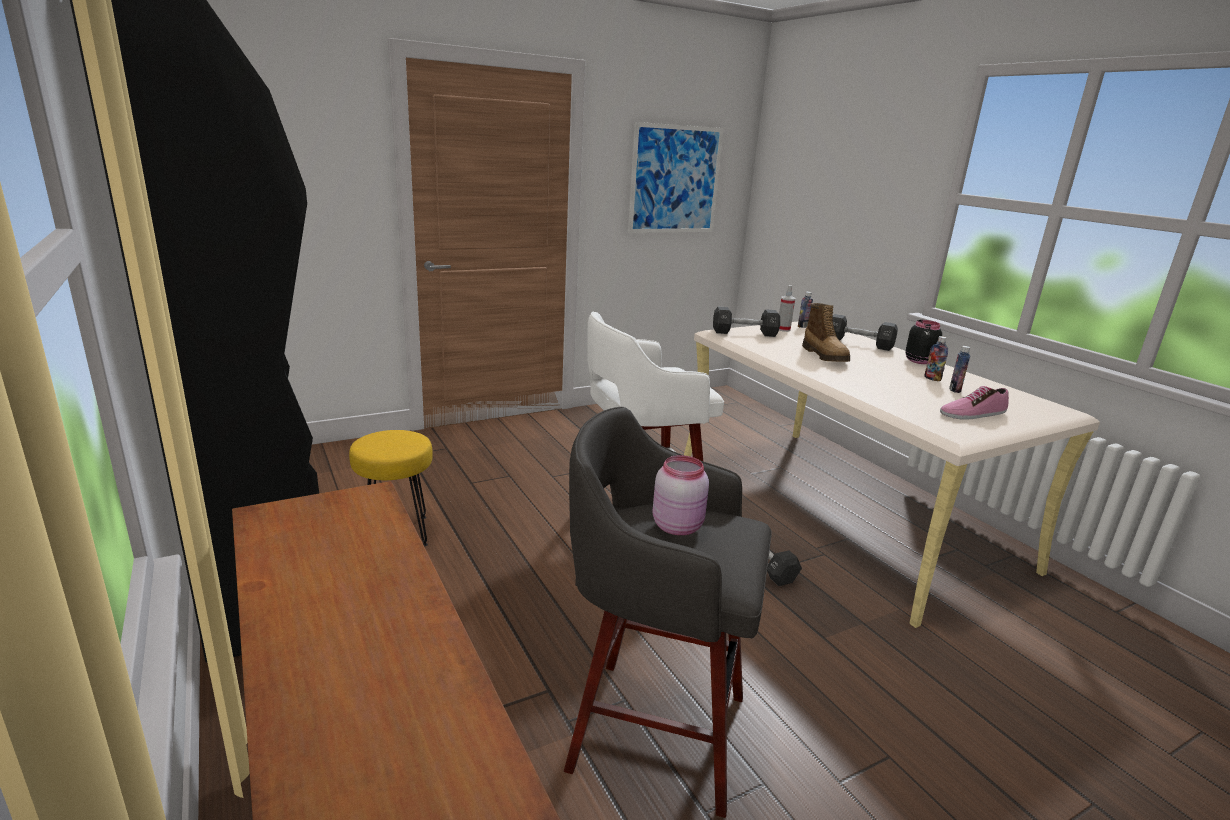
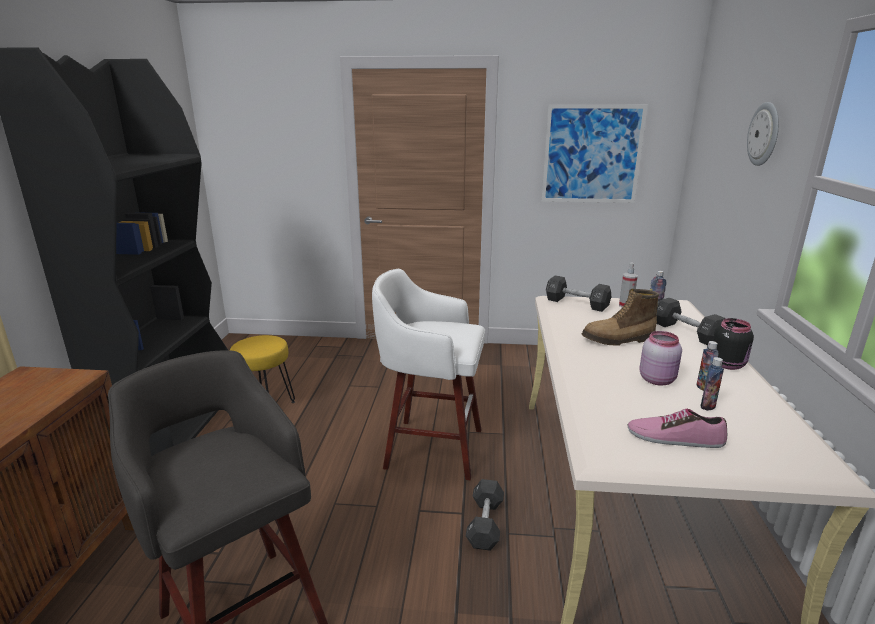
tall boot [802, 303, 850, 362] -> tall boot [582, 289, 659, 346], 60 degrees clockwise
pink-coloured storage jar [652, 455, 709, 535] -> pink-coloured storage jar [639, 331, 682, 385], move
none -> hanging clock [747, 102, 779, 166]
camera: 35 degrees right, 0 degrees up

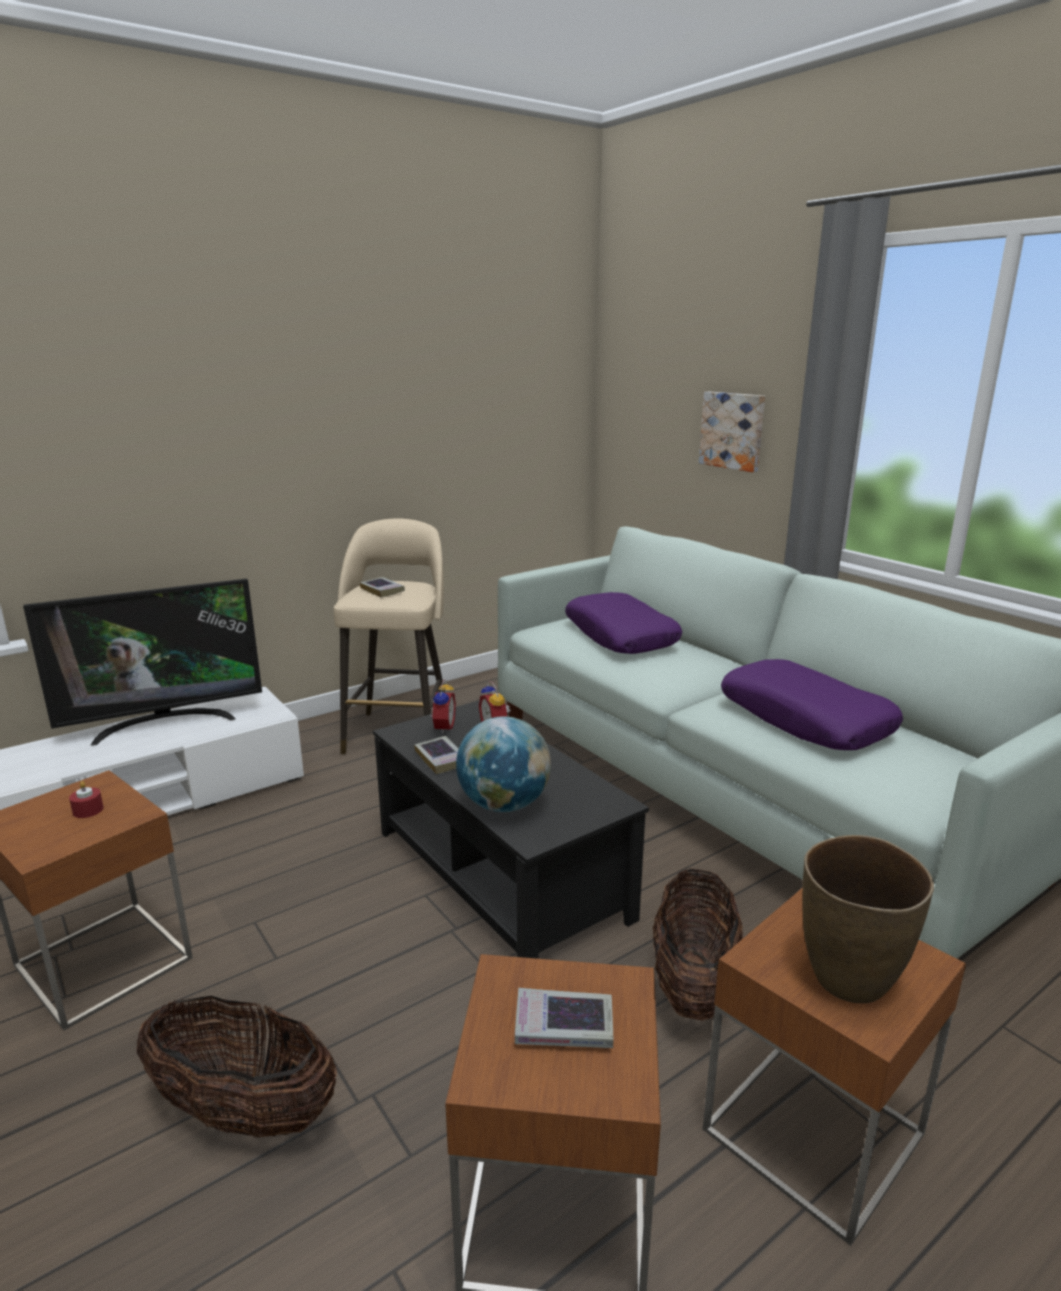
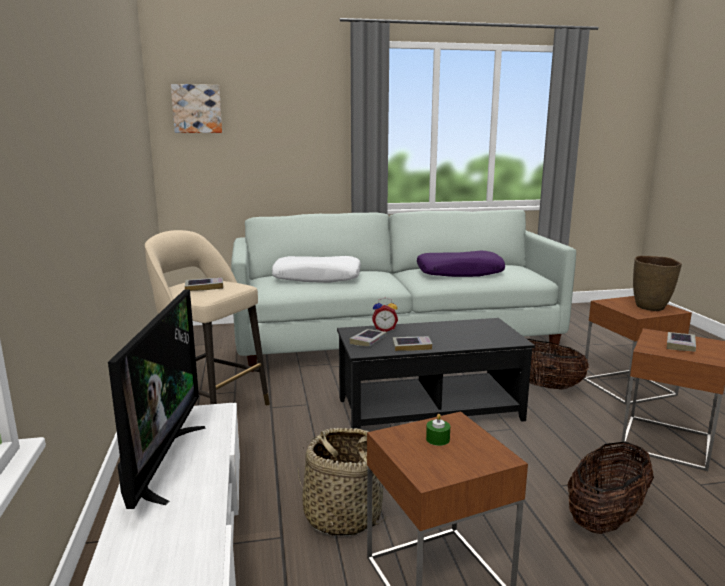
picture [699, 392, 765, 472] -> picture [171, 84, 222, 133], move
purple-coloured pillow [565, 592, 682, 654] -> whitish pillow [272, 256, 361, 283]
none -> basket [298, 428, 387, 536]
alarm clock [430, 679, 456, 734] -> bound book [349, 329, 387, 347]
reddish candle [69, 781, 104, 818] -> green-coloured candle [426, 414, 450, 446]
desk globe [456, 716, 551, 812] -> none
camera: 65 degrees left, 5 degrees down

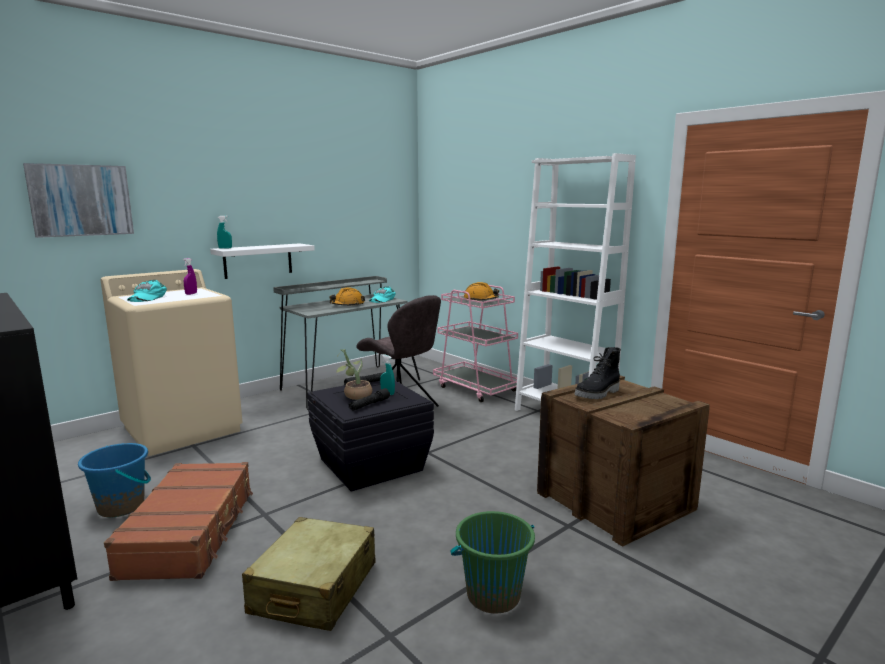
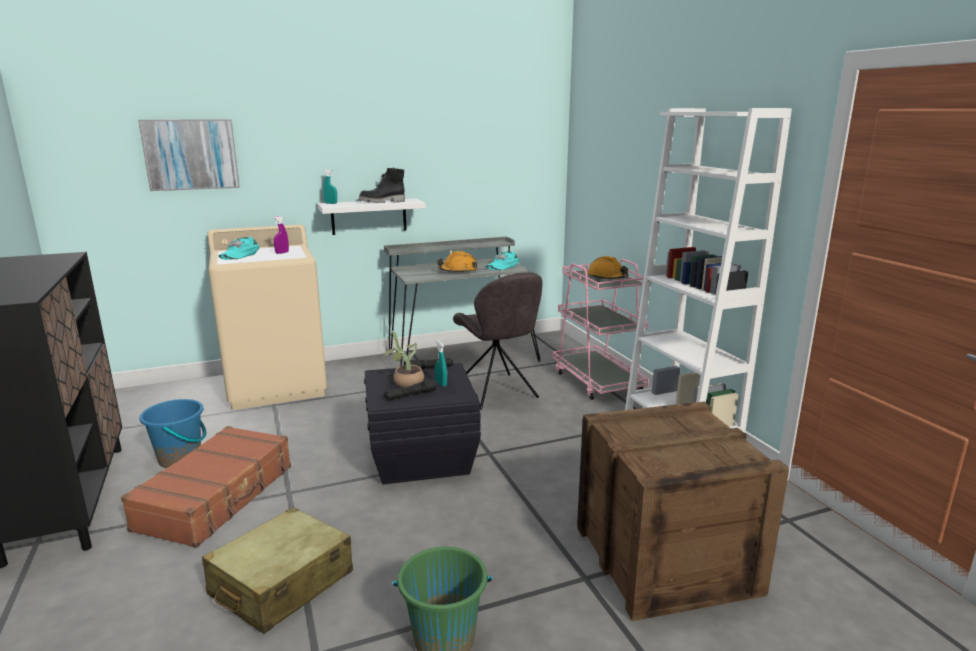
black tall boot [574, 347, 621, 399] -> black tall boot [359, 168, 405, 203], move
camera: 20 degrees right, 5 degrees up

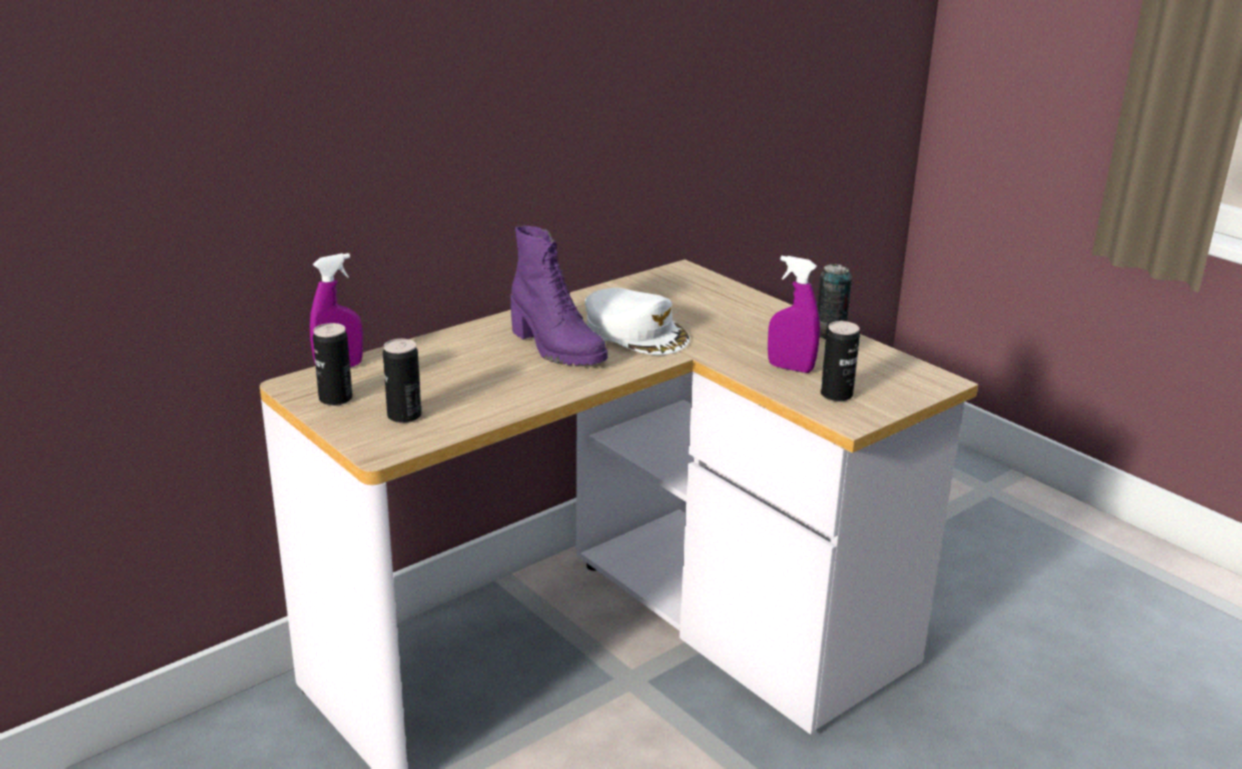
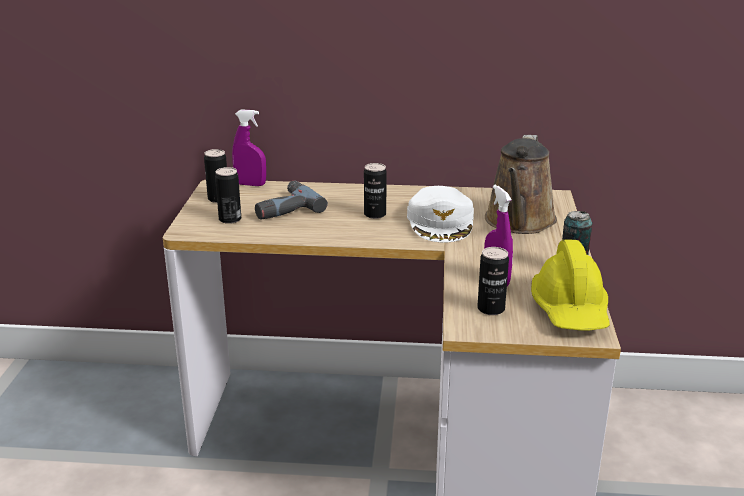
none -> electric drill [255, 181, 328, 220]
purple-coloured tall boot [511, 226, 608, 365] -> metal can [364, 163, 387, 219]
none -> brownish sprinkling can [485, 135, 557, 234]
none -> yellowish work helmet [531, 240, 610, 331]
camera: 45 degrees right, 0 degrees up

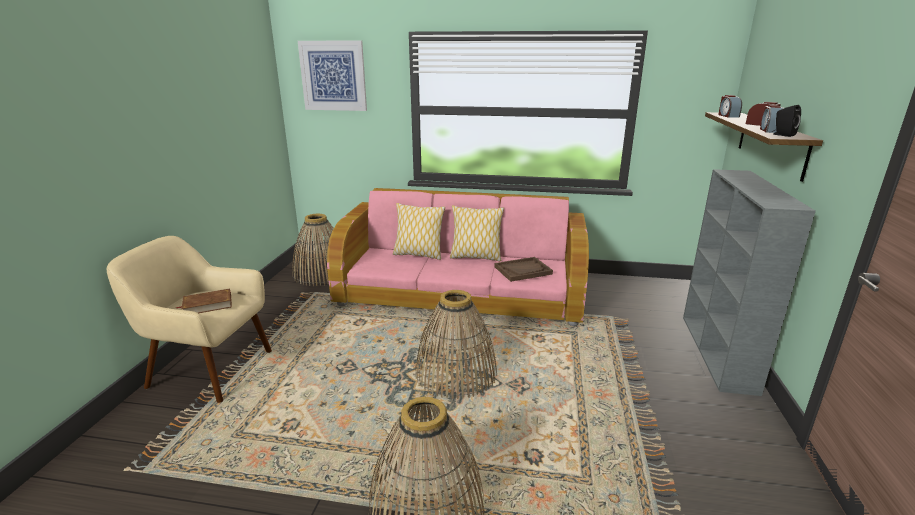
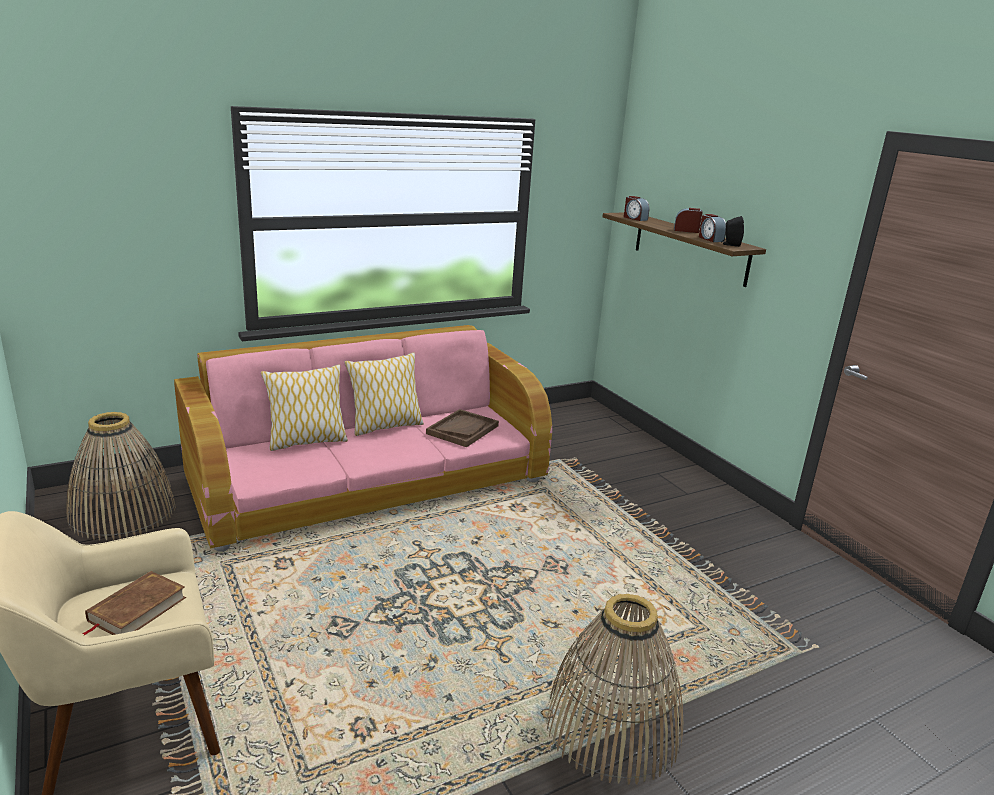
picture [298, 41, 367, 111] -> none
basket [415, 290, 497, 399] -> none
grey bookcase [683, 169, 816, 396] -> none
camera: 40 degrees left, 0 degrees up

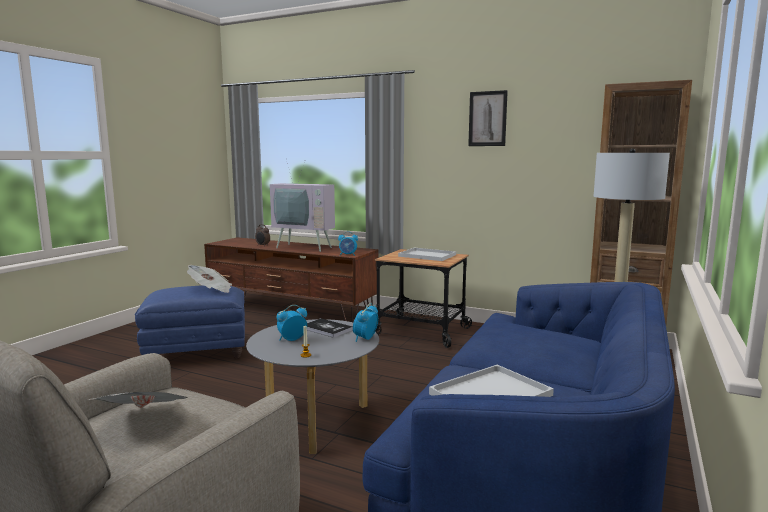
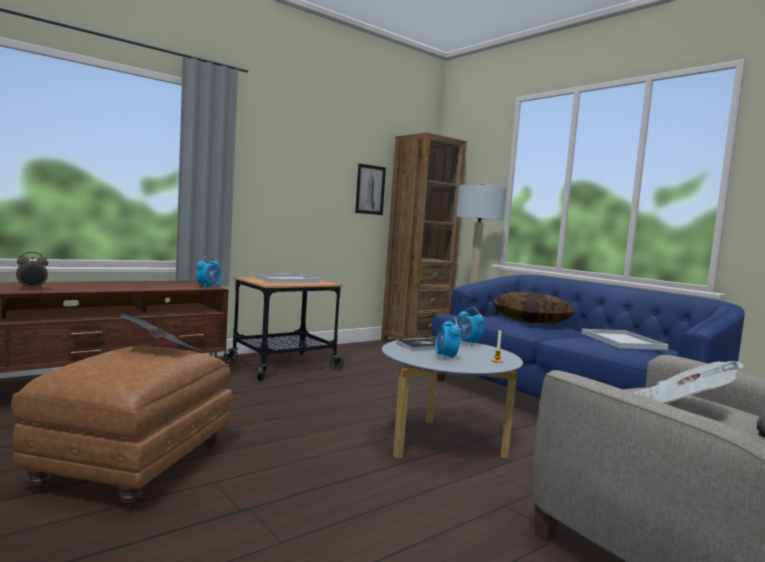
bluish ottoman [135, 285, 245, 358] -> brownish ottoman [11, 346, 233, 510]
picture [468, 90, 508, 146] -> picture [355, 163, 386, 215], move
none -> pillow [492, 292, 575, 323]
TV set [270, 161, 335, 252] -> none
camera: 65 degrees left, 5 degrees down

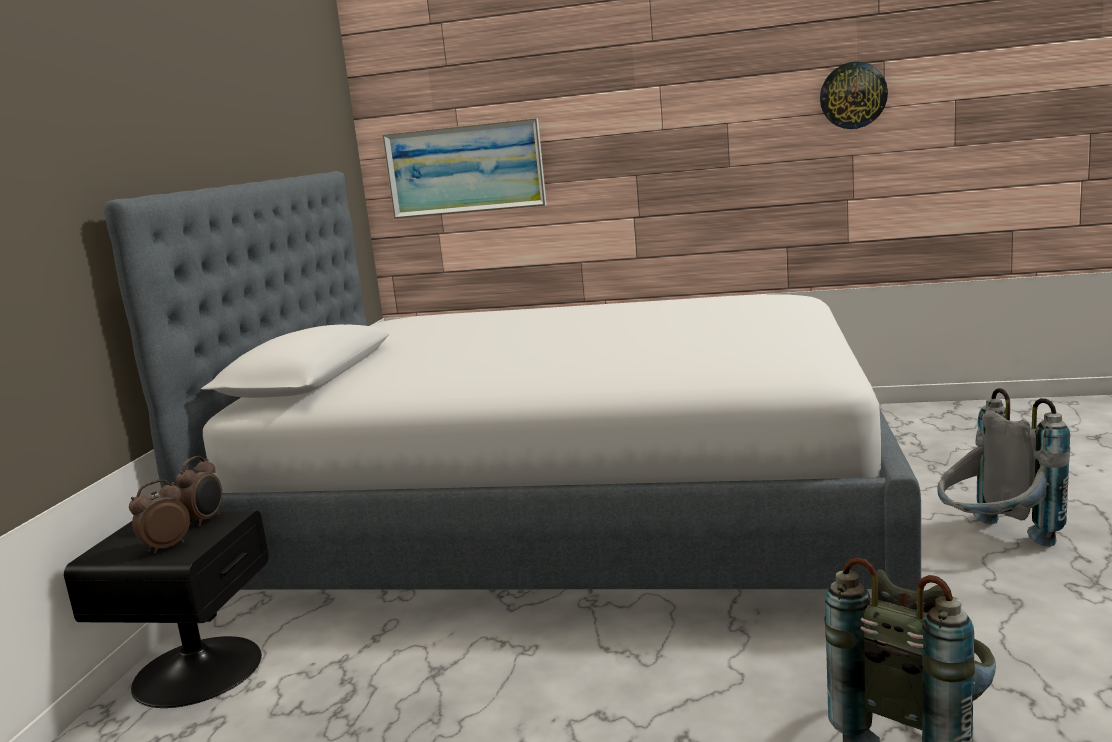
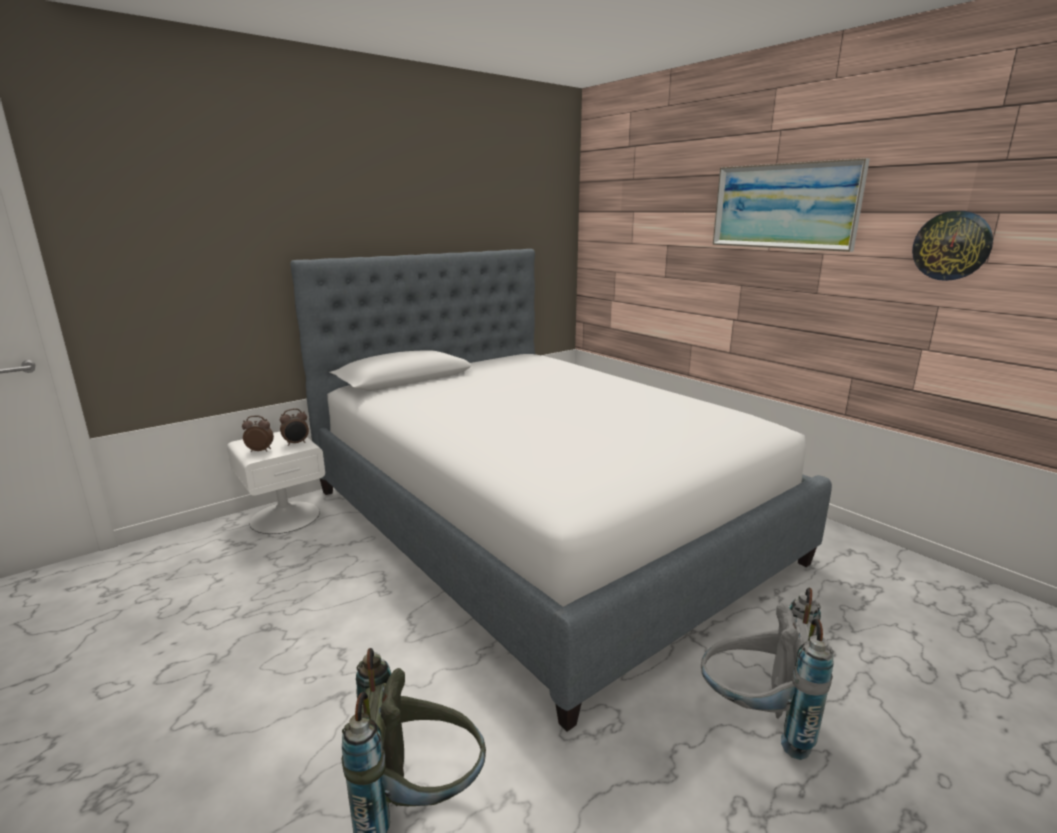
black nightstand [64, 511, 269, 708] -> whitish nightstand [227, 431, 325, 534]
picture [382, 118, 547, 219] -> picture [713, 158, 870, 252], move
camera: 40 degrees right, 5 degrees up

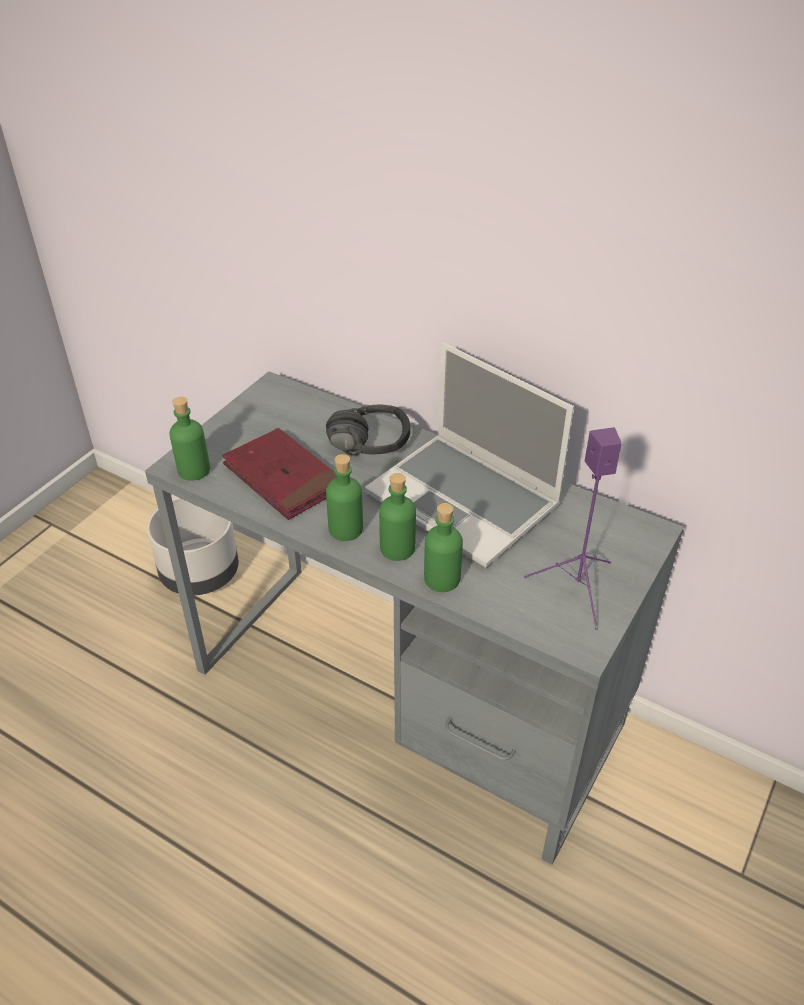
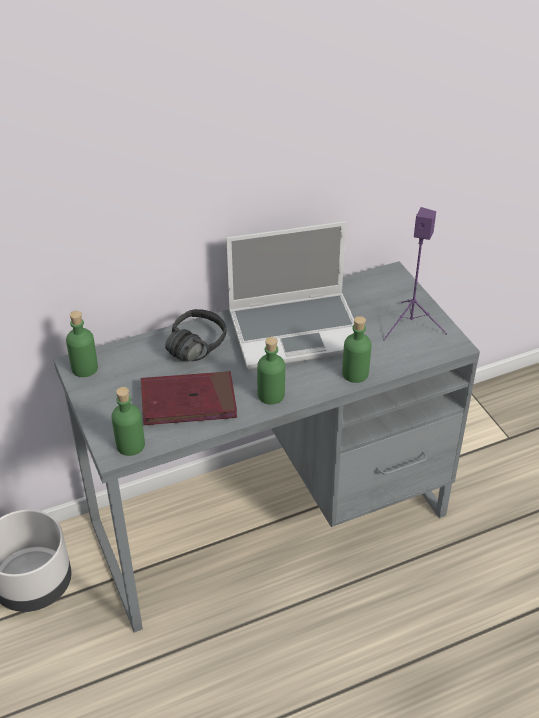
green-coloured drink bottle [379, 473, 416, 561] -> green-coloured drink bottle [66, 311, 98, 377], move
camera: 55 degrees left, 0 degrees up

